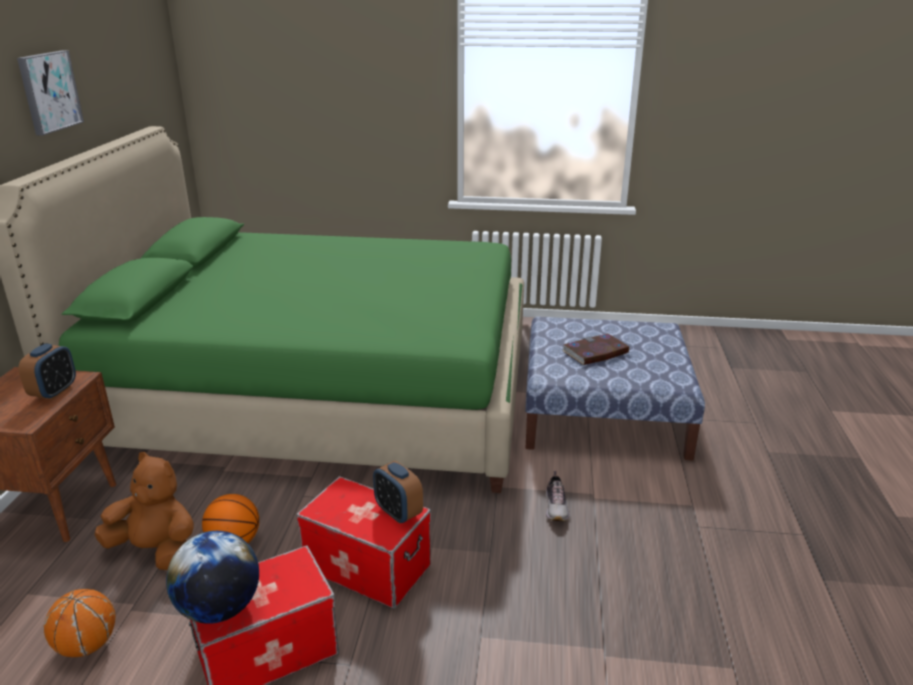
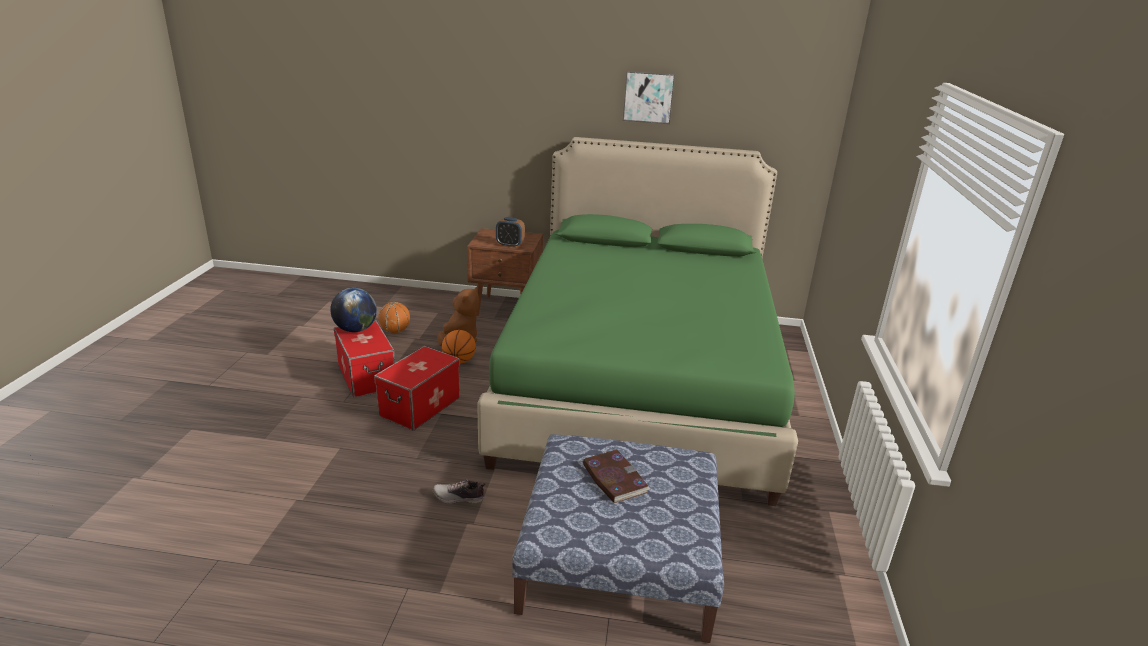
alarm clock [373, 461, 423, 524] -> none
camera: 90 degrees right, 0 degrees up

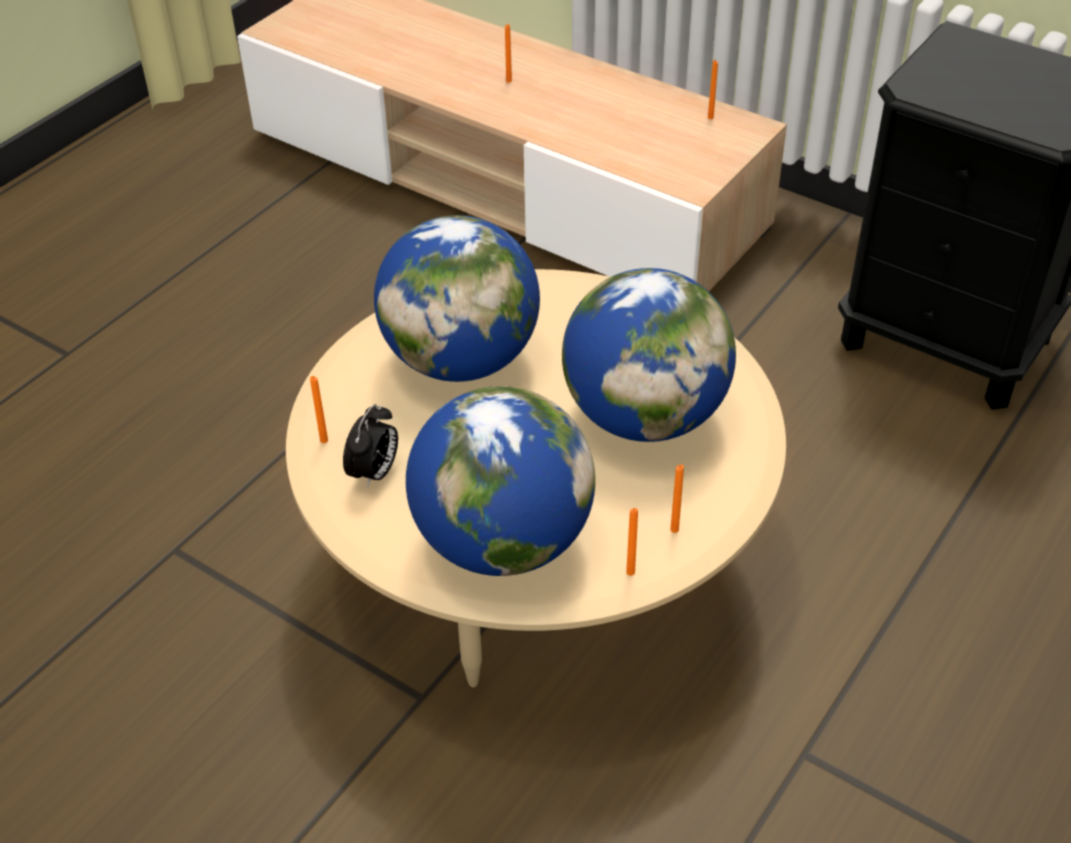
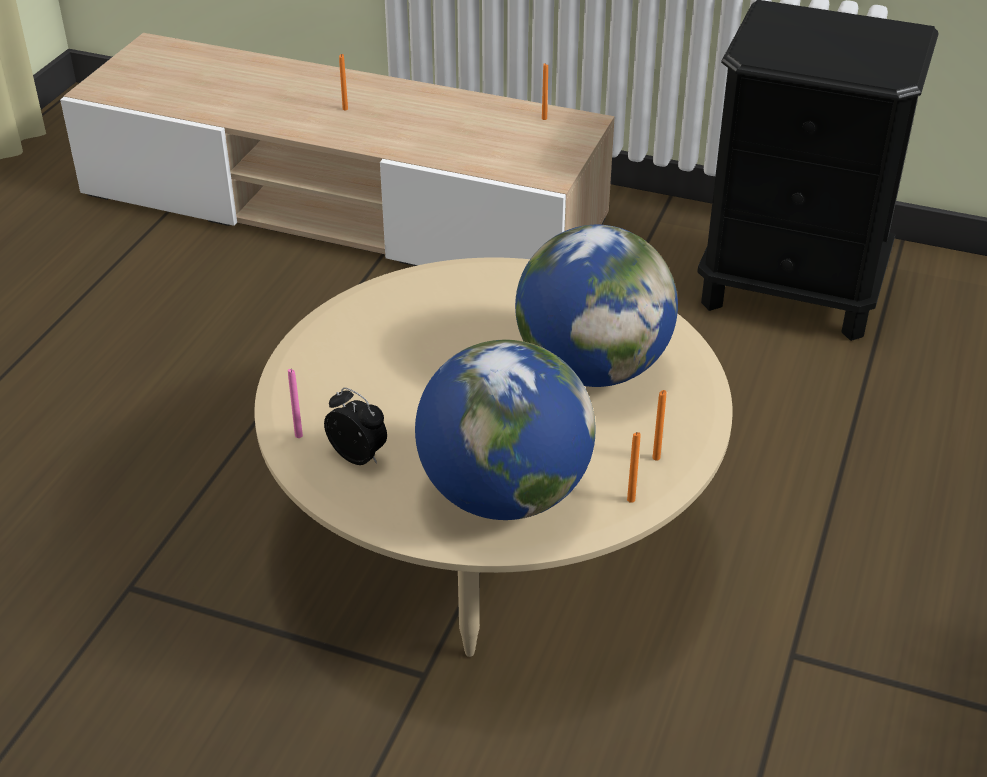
orangey candle [310, 376, 328, 443] -> pink-coloured candle [288, 369, 303, 438]
alarm clock [343, 404, 398, 489] -> alarm clock [324, 387, 387, 465], 60 degrees counterclockwise
desk globe [374, 215, 540, 382] -> none
camera: 15 degrees left, 5 degrees down

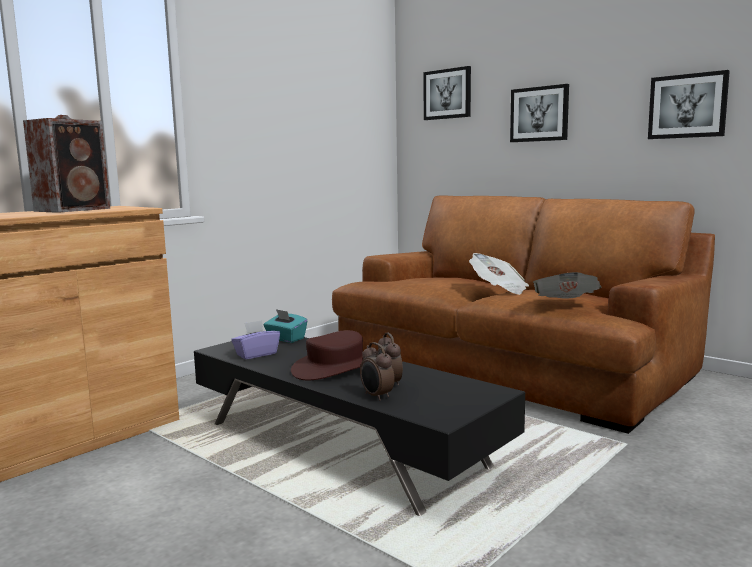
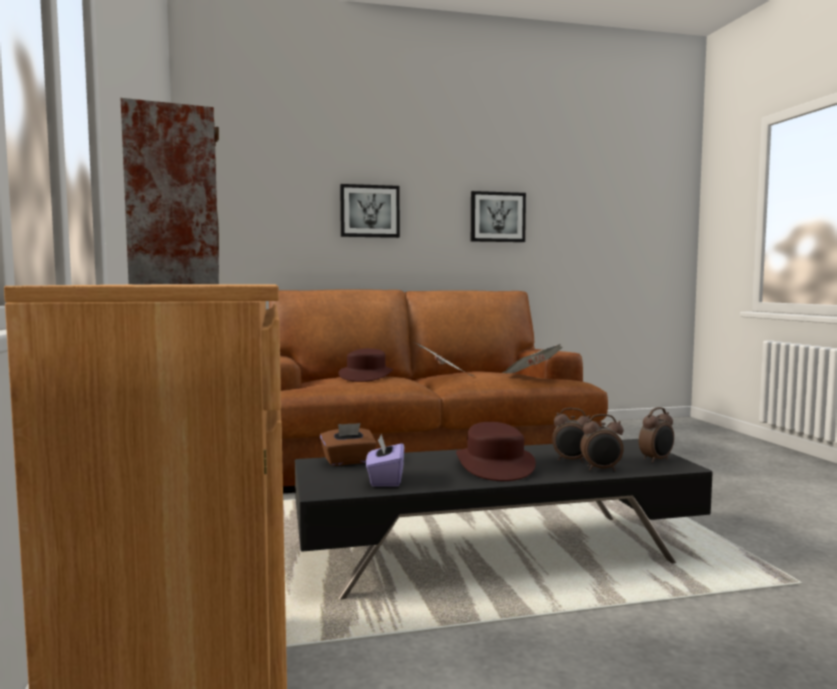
turquoise tissue holder [264, 309, 307, 343] -> brownish tissue holder [320, 423, 377, 466]
none -> brownish clothing hat [339, 348, 393, 382]
none -> alarm clock [639, 407, 674, 463]
picture [423, 66, 471, 120] -> none
camera: 55 degrees left, 5 degrees down

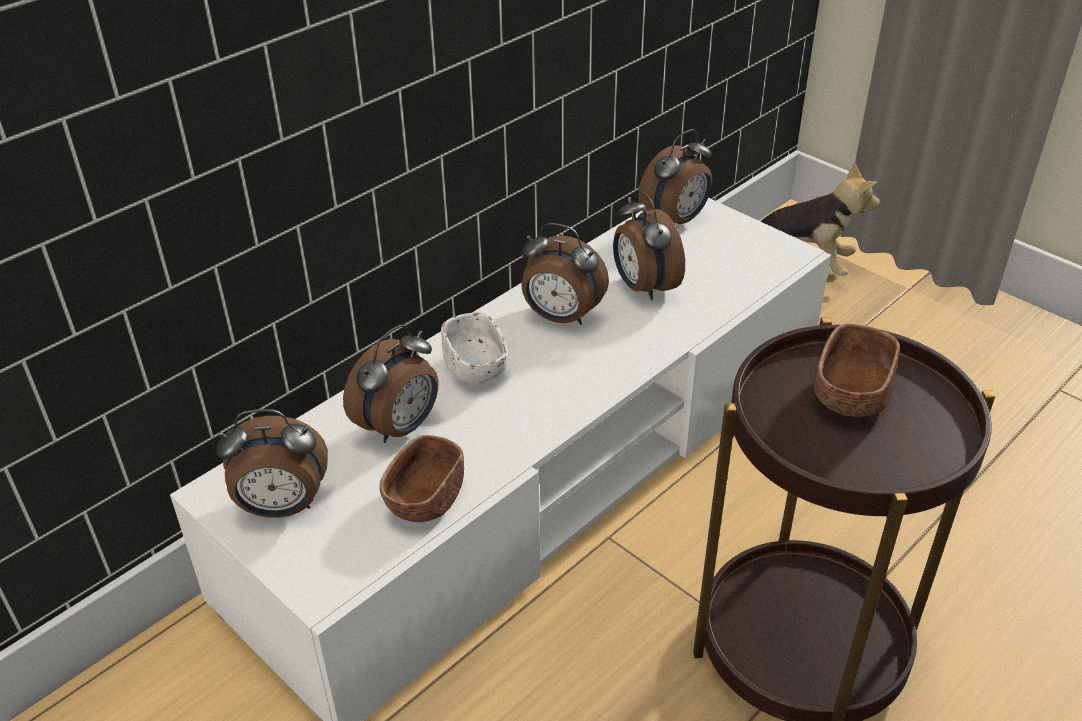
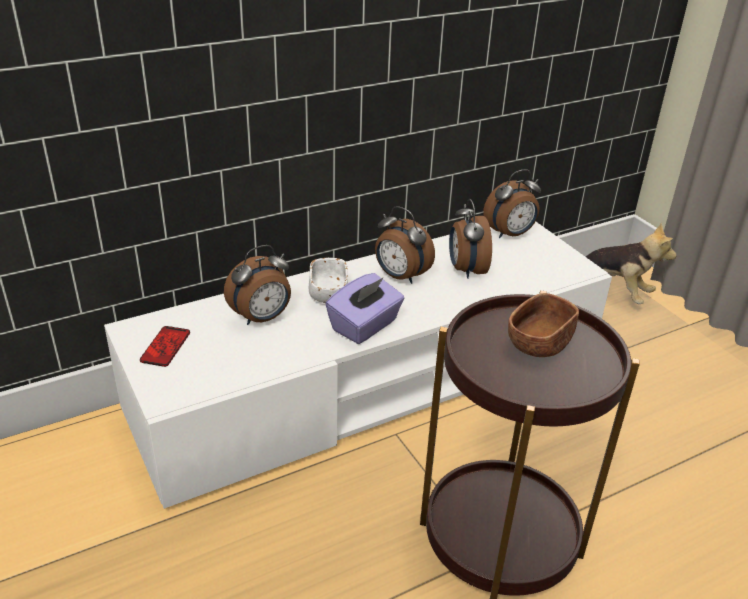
alarm clock [217, 409, 328, 518] -> handset [140, 326, 190, 367]
none -> purple-coloured tissue holder [326, 273, 404, 344]
brownish serving bowl [379, 435, 464, 522] -> none
camera: 15 degrees right, 5 degrees down

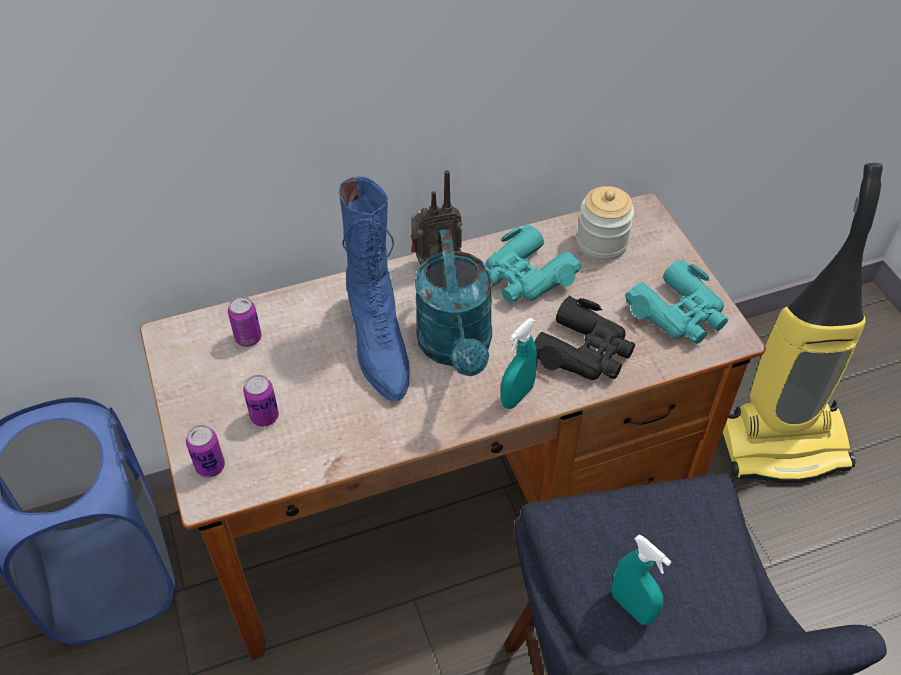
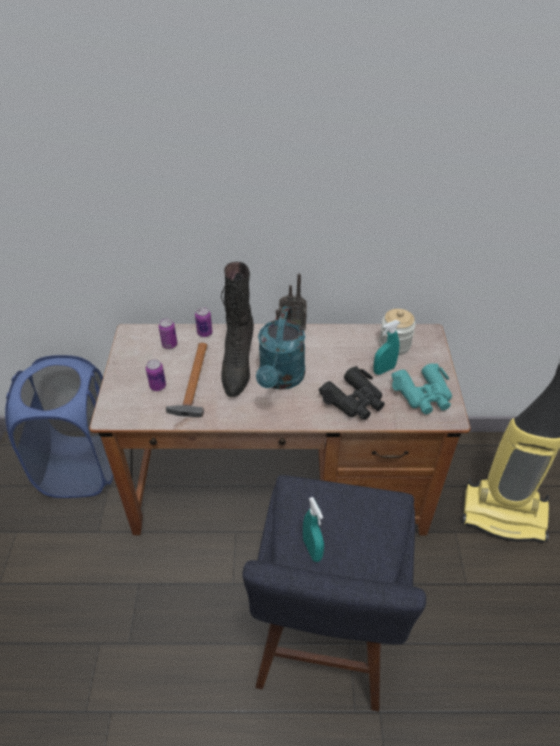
none -> hammer [165, 343, 207, 417]
metal can [186, 425, 225, 478] -> metal can [195, 307, 212, 337], move
bluish tall boot [339, 176, 410, 402] -> black tall boot [221, 262, 254, 397]
turquoise spray bottle [501, 318, 537, 409] -> turquoise spray bottle [373, 320, 400, 375], move
turquoise field glasses [486, 224, 582, 303] -> none
camera: 20 degrees right, 5 degrees down

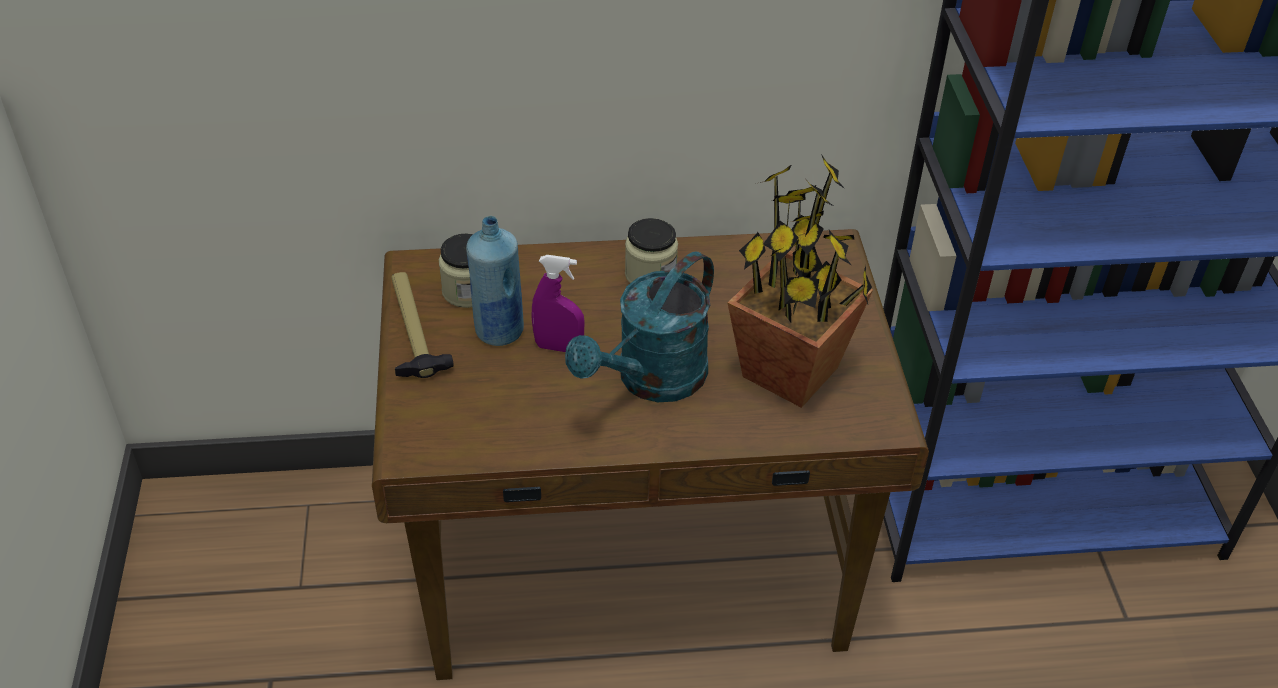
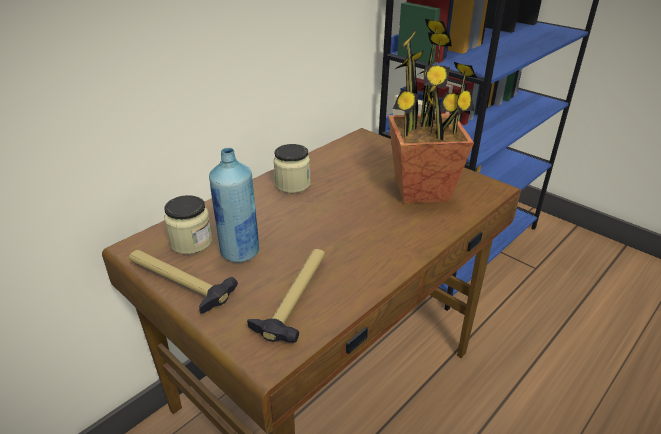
none -> hammer [247, 249, 325, 343]
purple-coloured spray bottle [532, 255, 585, 352] -> none
turquoise sprinkling can [565, 252, 714, 402] -> none
camera: 40 degrees left, 10 degrees down

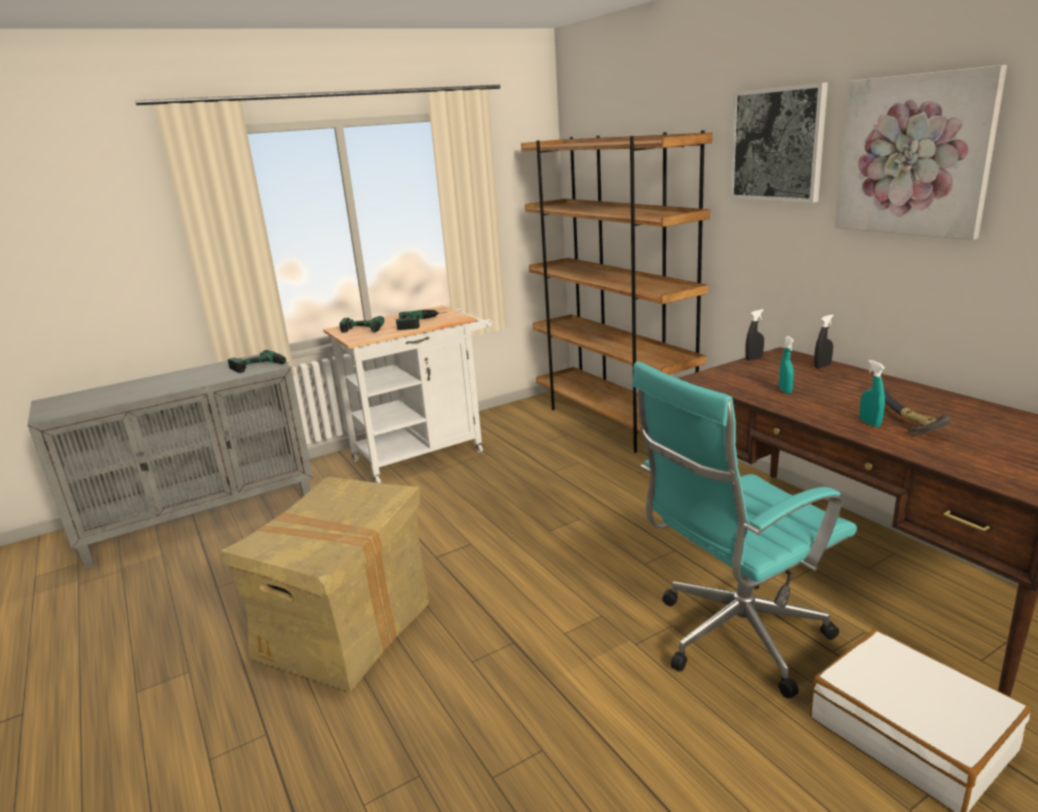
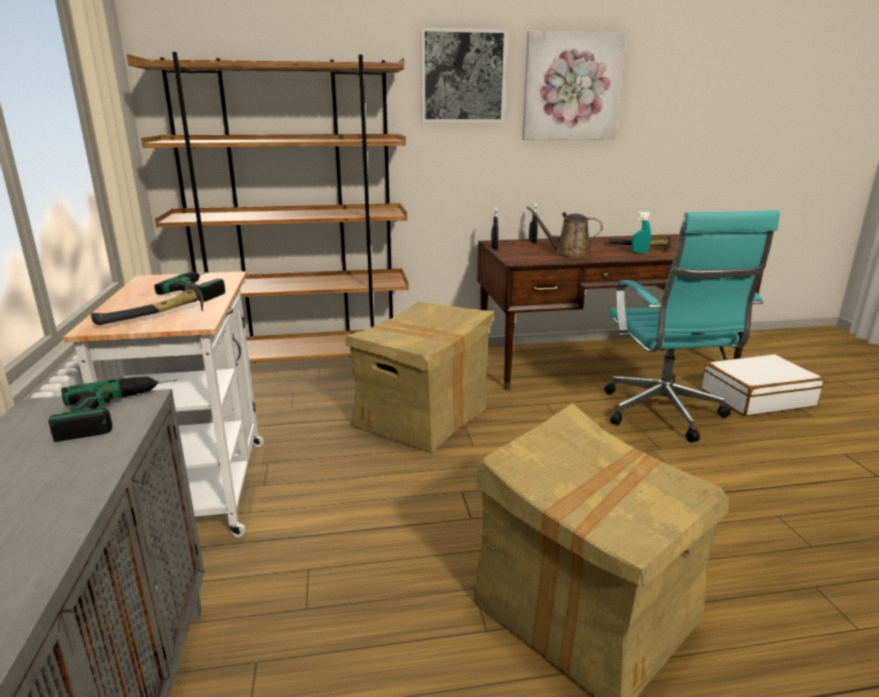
electric drill [340, 316, 384, 333] -> hammer [91, 283, 203, 325]
none -> carton [346, 302, 494, 453]
turquoise spray bottle [779, 336, 794, 394] -> brownish sprinkling can [527, 206, 603, 258]
camera: 70 degrees left, 0 degrees up

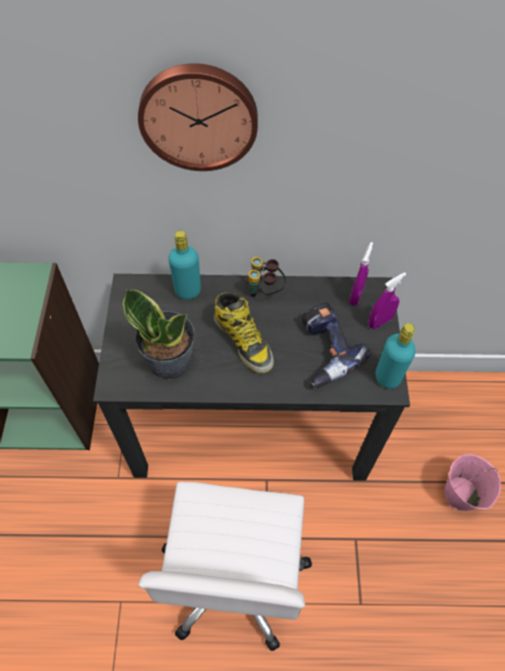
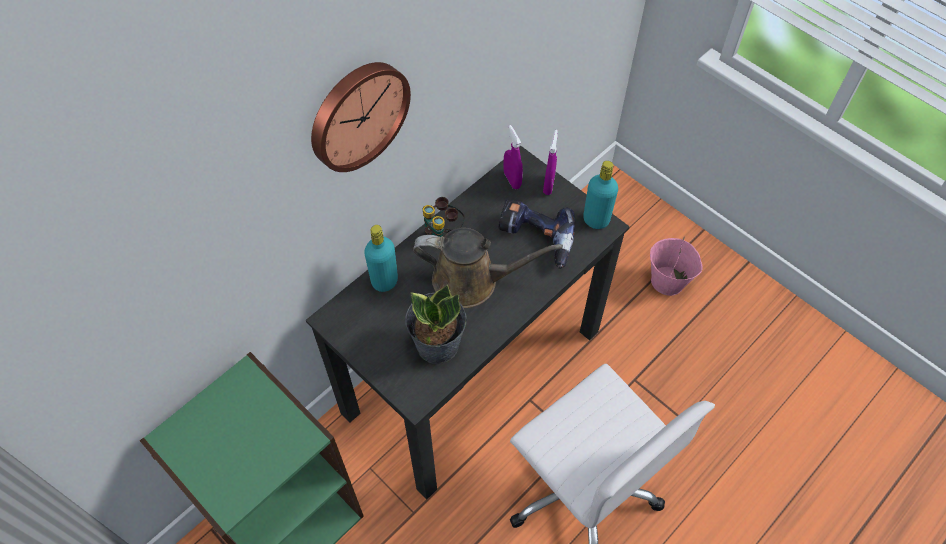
tall boot [214, 292, 274, 373] -> brownish sprinkling can [413, 228, 563, 308]
camera: 45 degrees left, 0 degrees up

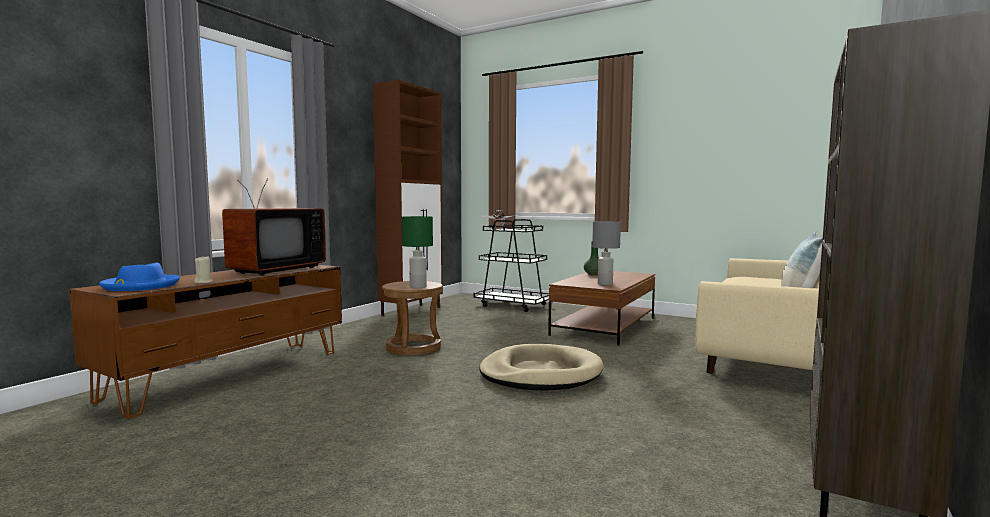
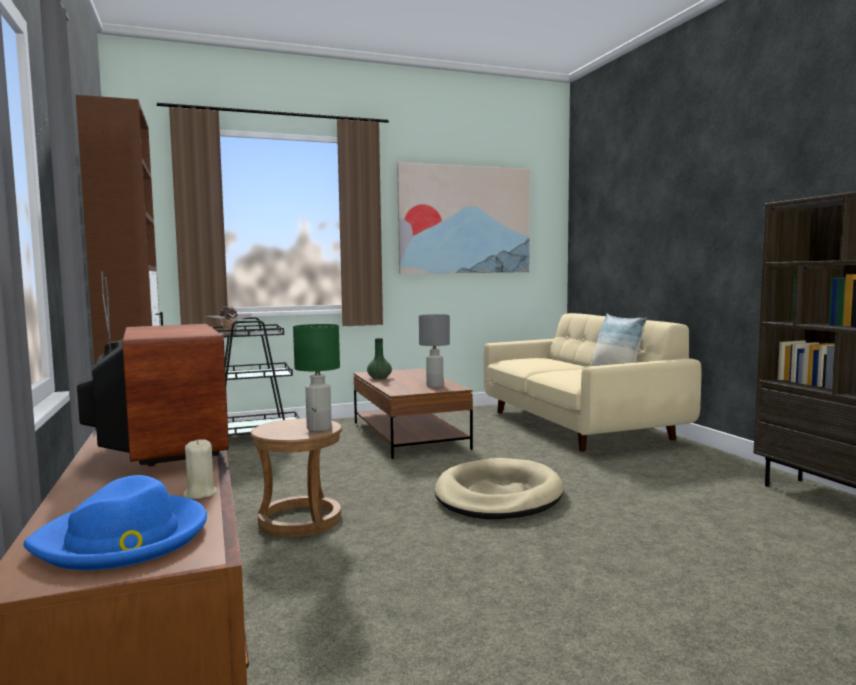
none -> picture [397, 162, 530, 274]
camera: 50 degrees left, 0 degrees up

